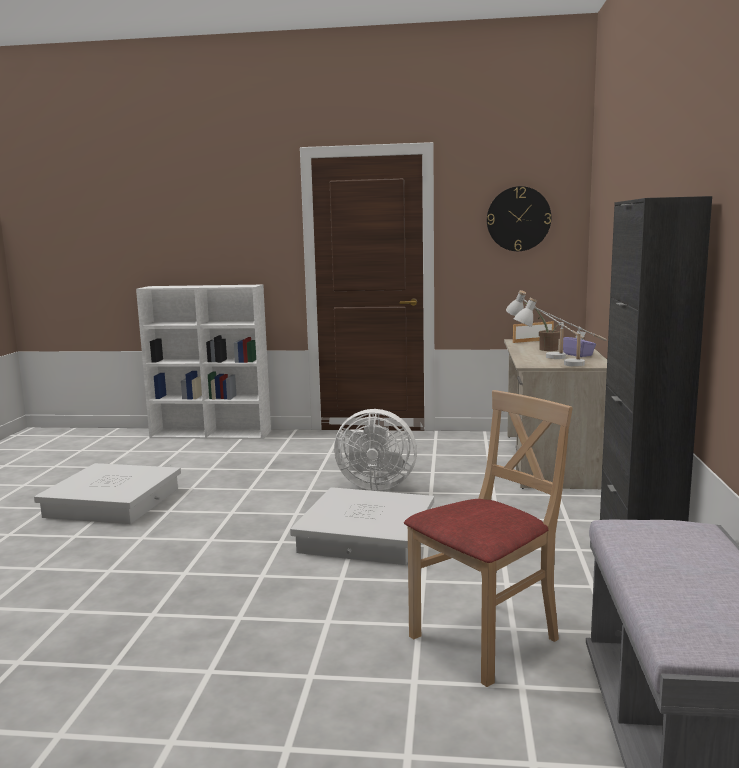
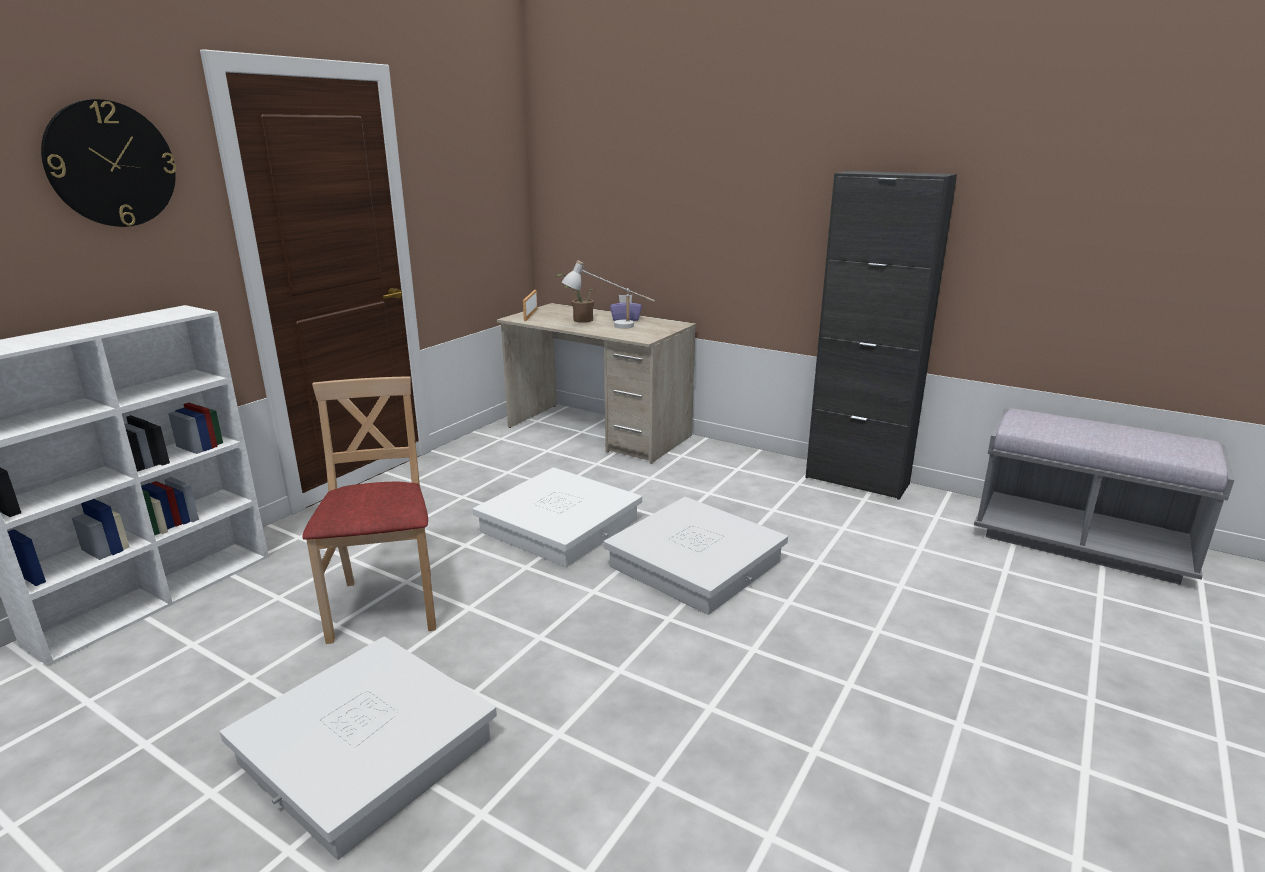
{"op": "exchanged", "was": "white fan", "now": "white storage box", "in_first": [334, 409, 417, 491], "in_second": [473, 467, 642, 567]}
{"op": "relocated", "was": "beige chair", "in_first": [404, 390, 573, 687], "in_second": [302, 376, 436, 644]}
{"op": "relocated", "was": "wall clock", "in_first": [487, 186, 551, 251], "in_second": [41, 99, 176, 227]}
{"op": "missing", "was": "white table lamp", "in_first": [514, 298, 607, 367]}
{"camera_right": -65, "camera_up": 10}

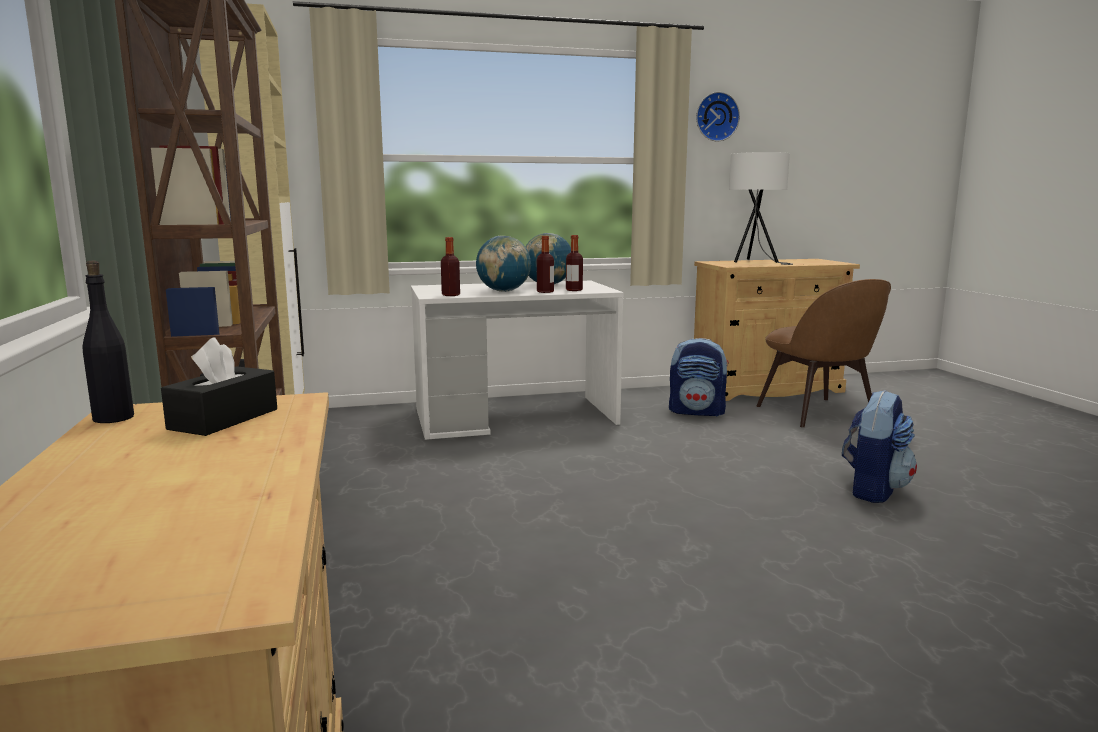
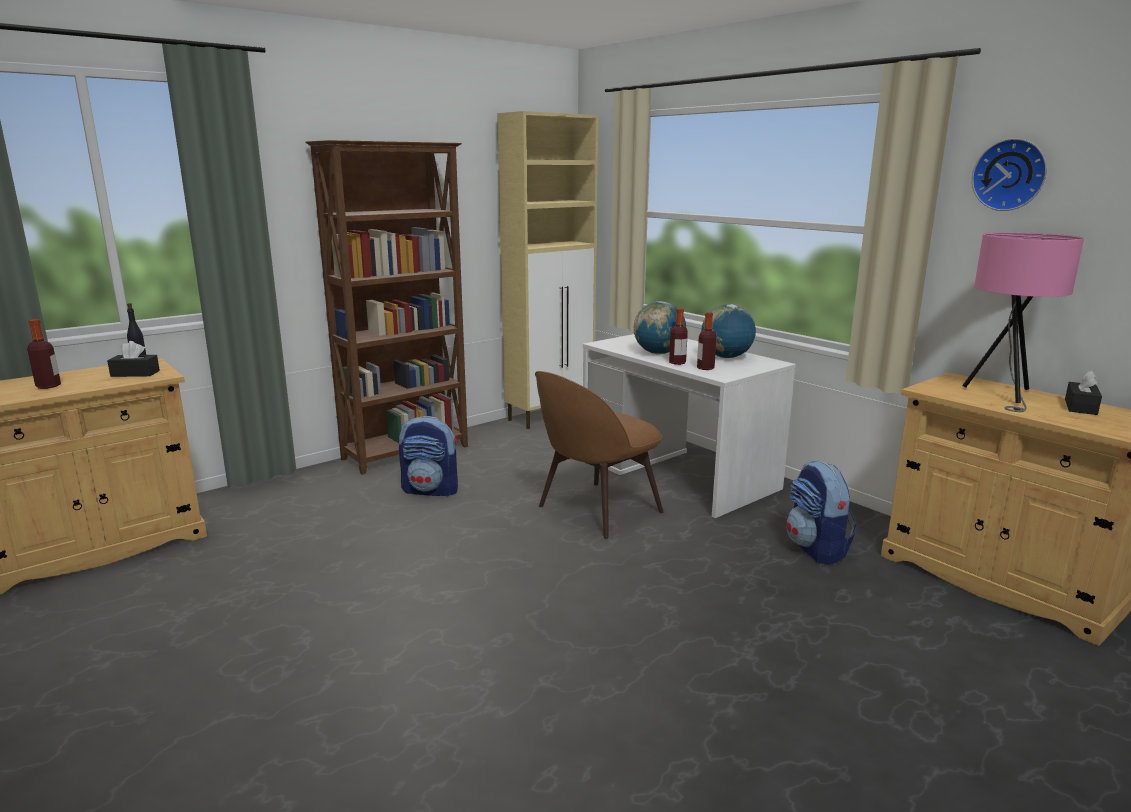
{"op": "relocated", "was": "bottle", "in_first": [441, 237, 460, 296], "in_second": [27, 319, 61, 389]}
{"op": "colour", "was": "white table lamp", "now": "pink table lamp", "in_first": [729, 152, 793, 265], "in_second": [962, 232, 1084, 412]}
{"op": "relocated", "was": "brown chair", "in_first": [756, 279, 891, 427], "in_second": [535, 371, 664, 539]}
{"op": "relocated", "was": "backpack", "in_first": [842, 390, 917, 503], "in_second": [399, 416, 458, 496]}
{"op": "appeared", "now": "black tissue box", "in_second": [1065, 371, 1102, 415]}
{"camera_right": 65, "camera_up": 5}

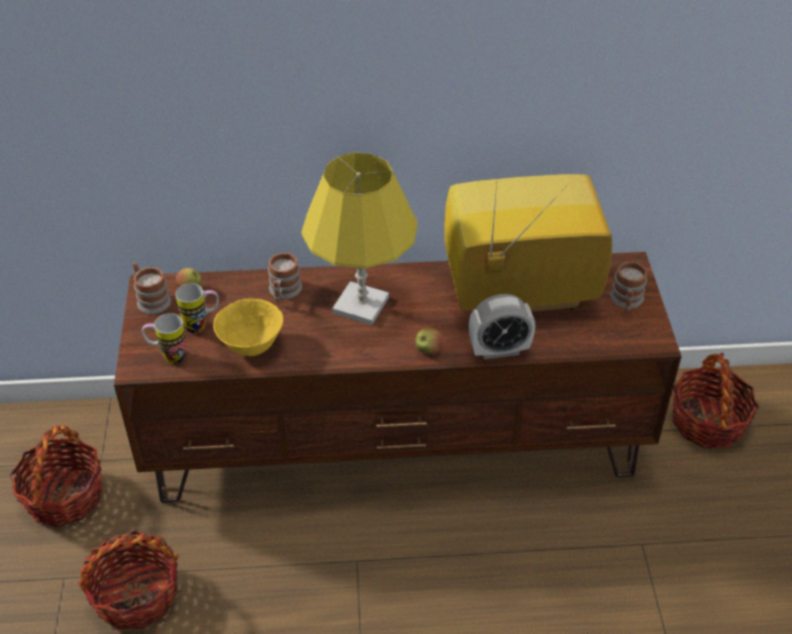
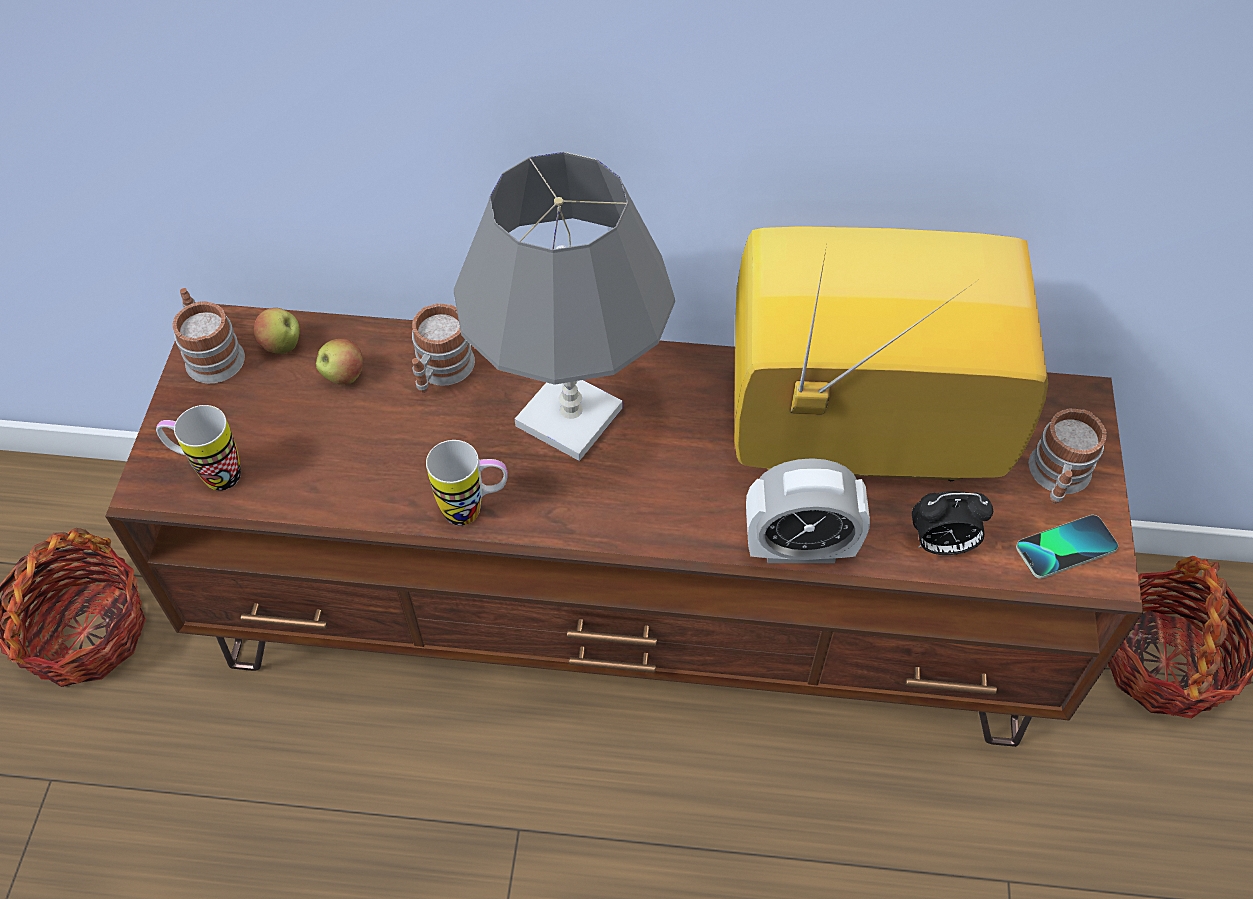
{"op": "missing", "was": "basket", "in_first": [78, 530, 179, 630]}
{"op": "relocated", "was": "mug", "in_first": [175, 283, 219, 333], "in_second": [426, 440, 508, 526]}
{"op": "missing", "was": "yellow bowl", "in_first": [213, 299, 283, 356]}
{"op": "colour", "was": "yellow table lamp", "now": "grey table lamp", "in_first": [301, 152, 418, 325], "in_second": [454, 152, 675, 461]}
{"op": "relocated", "was": "apple", "in_first": [415, 327, 443, 354], "in_second": [316, 339, 363, 385]}
{"op": "appeared", "now": "alarm clock", "in_second": [912, 491, 993, 555]}
{"op": "appeared", "now": "phone", "in_second": [1016, 515, 1118, 579]}
{"camera_right": 10, "camera_up": 10}

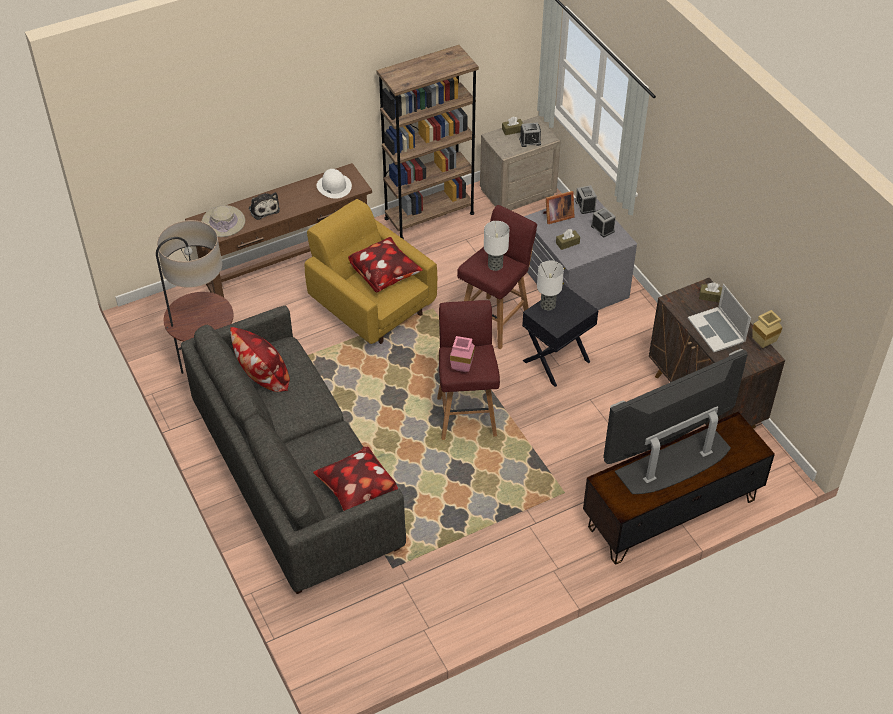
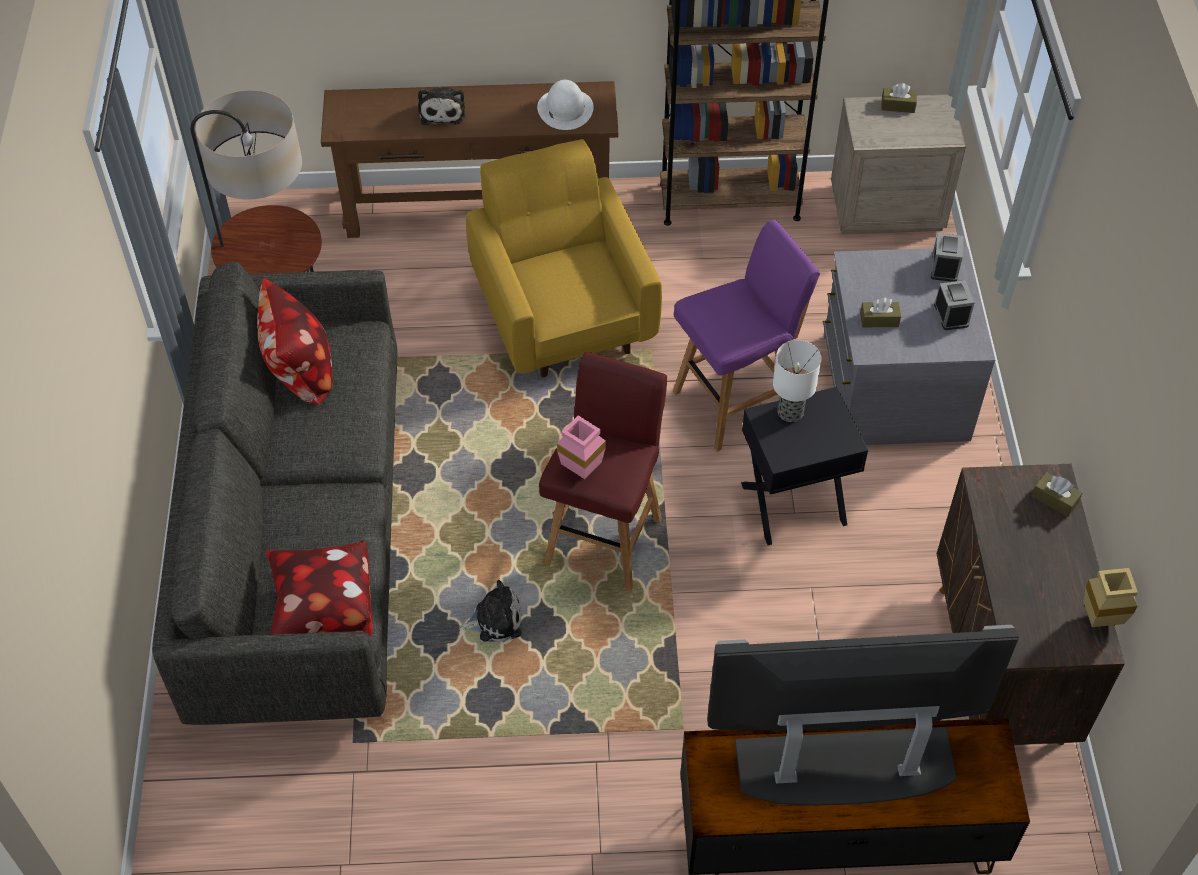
{"op": "missing", "was": "beige hat", "in_first": [202, 205, 245, 237]}
{"op": "missing", "was": "pillow", "in_first": [348, 237, 422, 293]}
{"op": "colour", "was": "red stool", "now": "purple stool", "in_first": [457, 205, 537, 349], "in_second": [673, 220, 820, 452]}
{"op": "missing", "was": "table lamp", "in_first": [484, 221, 509, 271]}
{"op": "missing", "was": "alarm clock", "in_first": [519, 122, 541, 147]}
{"op": "missing", "was": "picture frame", "in_first": [543, 191, 574, 224]}
{"op": "missing", "was": "laptop", "in_first": [688, 284, 751, 352]}
{"op": "appeared", "now": "plush toy", "in_second": [460, 580, 522, 642]}
{"camera_right": 25, "camera_up": 5}

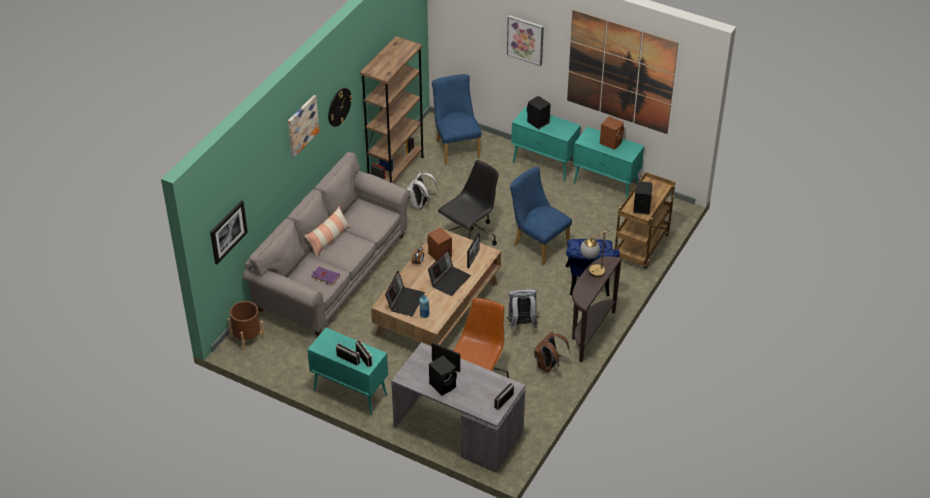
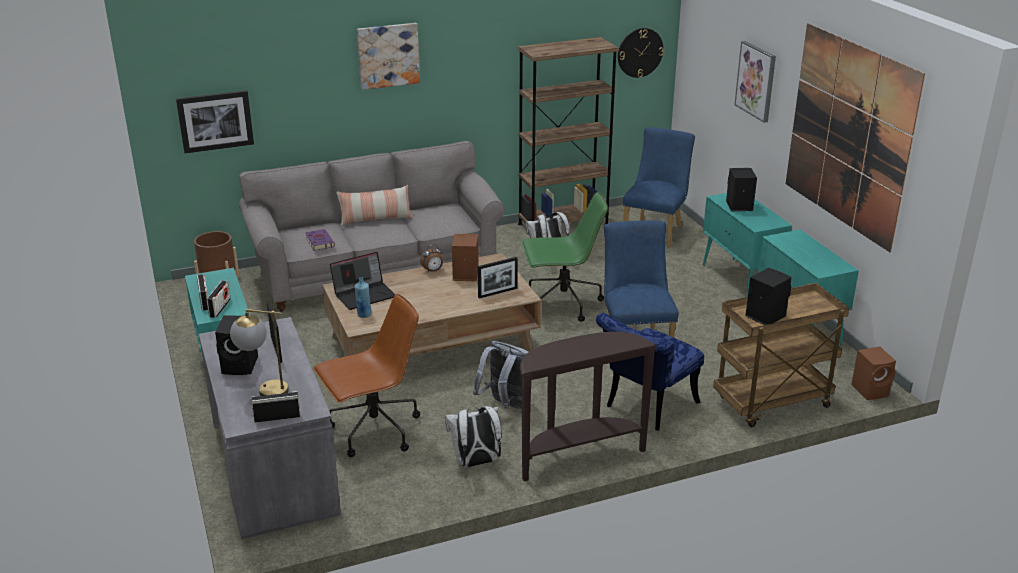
{"op": "relocated", "was": "wall clock", "in_first": [328, 88, 353, 127], "in_second": [618, 28, 664, 78]}
{"op": "missing", "was": "laptop", "in_first": [428, 249, 471, 296]}
{"op": "colour", "was": "black office chair", "now": "green office chair", "in_first": [438, 160, 499, 246], "in_second": [522, 192, 608, 322]}
{"op": "colour", "was": "brown backpack", "now": "white backpack", "in_first": [534, 331, 570, 372], "in_second": [445, 406, 502, 468]}
{"op": "relocated", "was": "table lamp", "in_first": [580, 231, 609, 277], "in_second": [230, 309, 289, 396]}
{"op": "relocated", "was": "brown speaker", "in_first": [600, 116, 624, 150], "in_second": [851, 346, 896, 400]}
{"camera_right": 40, "camera_up": -15}

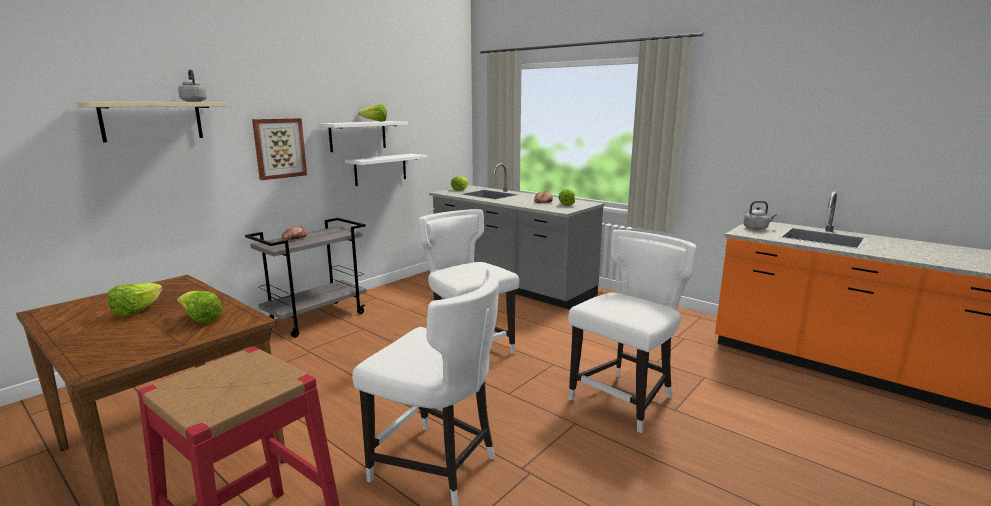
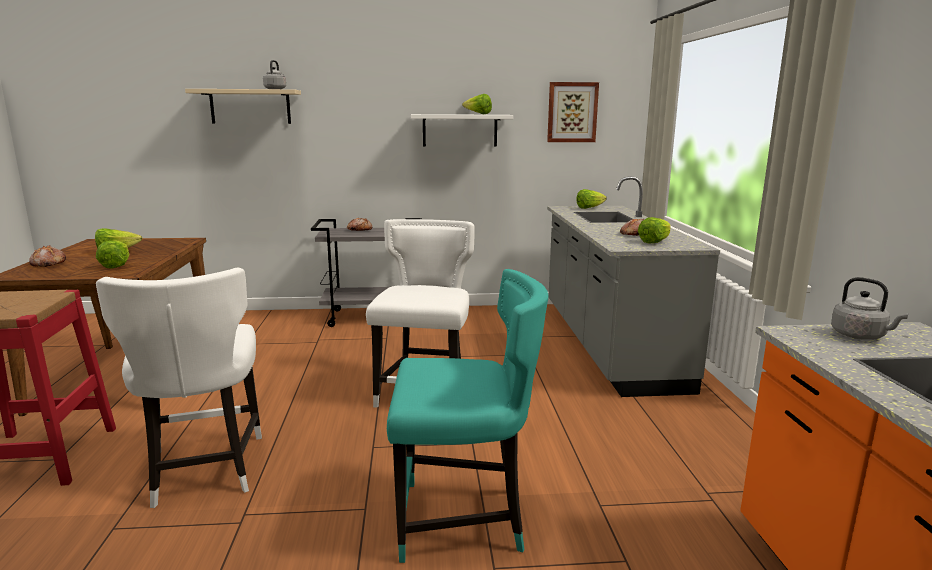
{"op": "relocated", "was": "picture", "in_first": [252, 118, 307, 180], "in_second": [547, 82, 599, 142]}
{"op": "missing", "was": "white shelf", "in_first": [345, 154, 428, 186]}
{"op": "colour", "was": "white chair", "now": "turquoise chair", "in_first": [568, 230, 697, 433], "in_second": [387, 269, 549, 563]}
{"op": "appeared", "now": "bread", "in_second": [29, 245, 66, 267]}
{"camera_right": 45, "camera_up": 0}

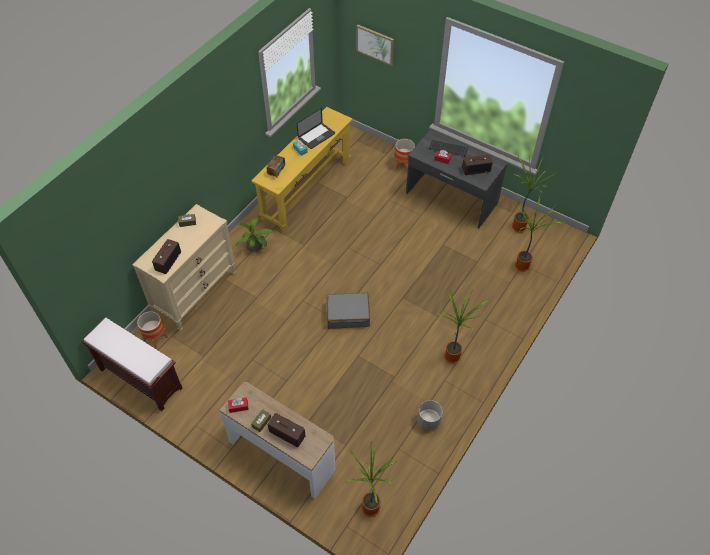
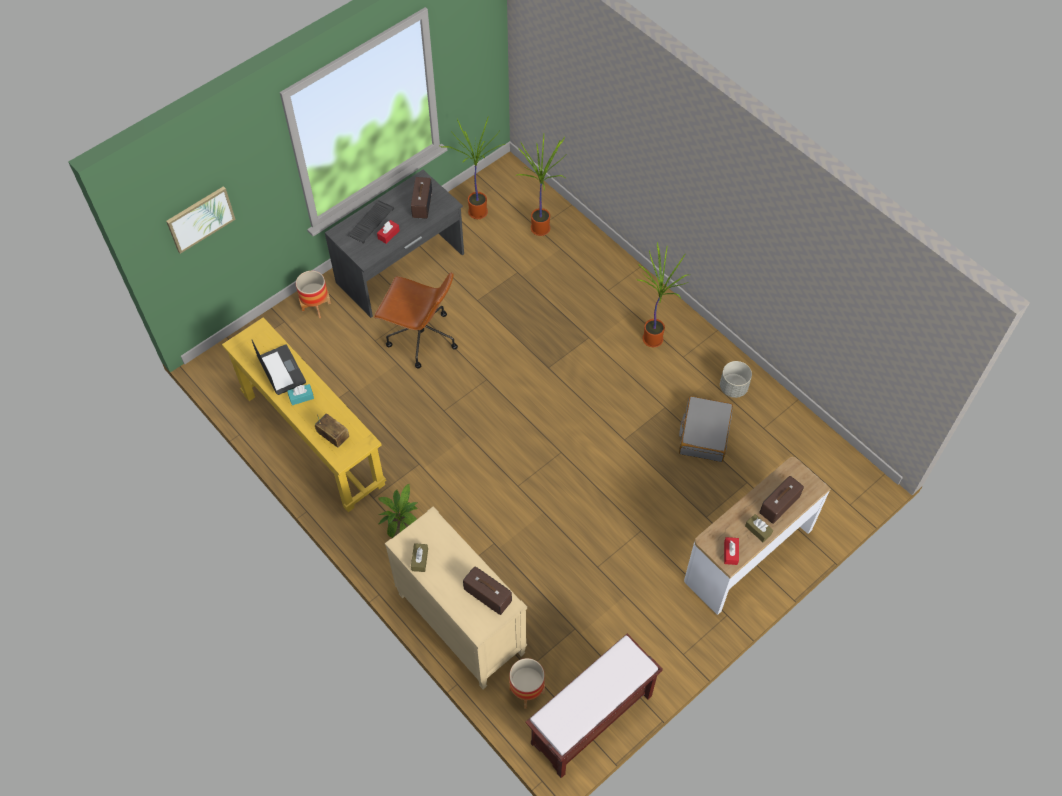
{"op": "relocated", "was": "grey suitcase", "in_first": [327, 293, 370, 329], "in_second": [679, 396, 733, 462]}
{"op": "missing", "was": "potted plant", "in_first": [346, 441, 397, 517]}
{"op": "appeared", "now": "brown office chair", "in_second": [374, 272, 458, 368]}
{"camera_right": -75, "camera_up": 5}

